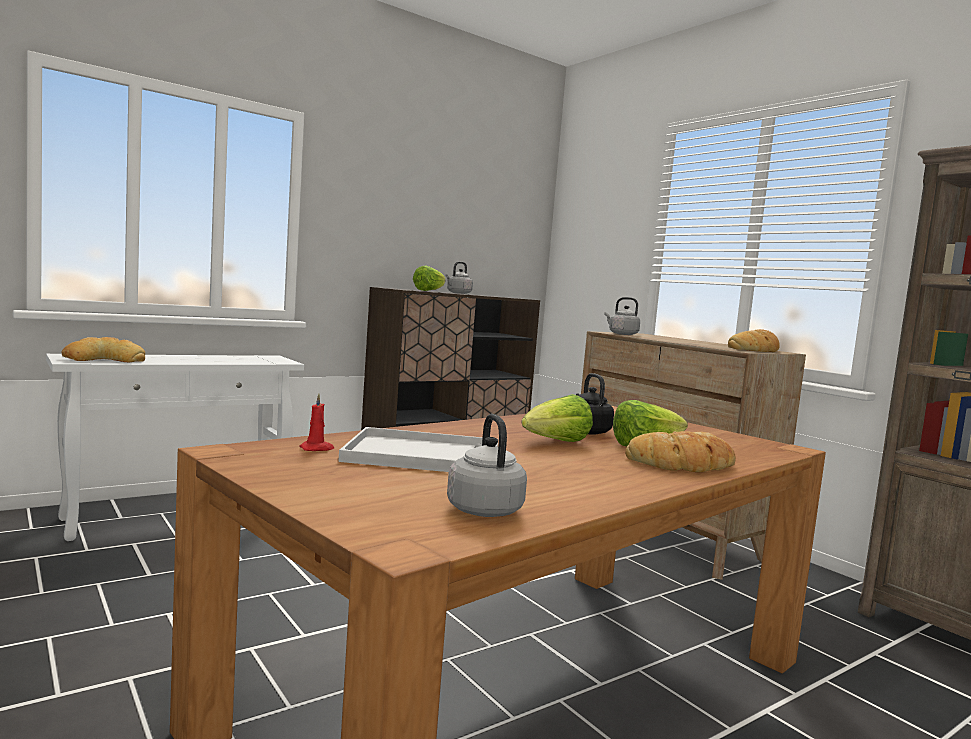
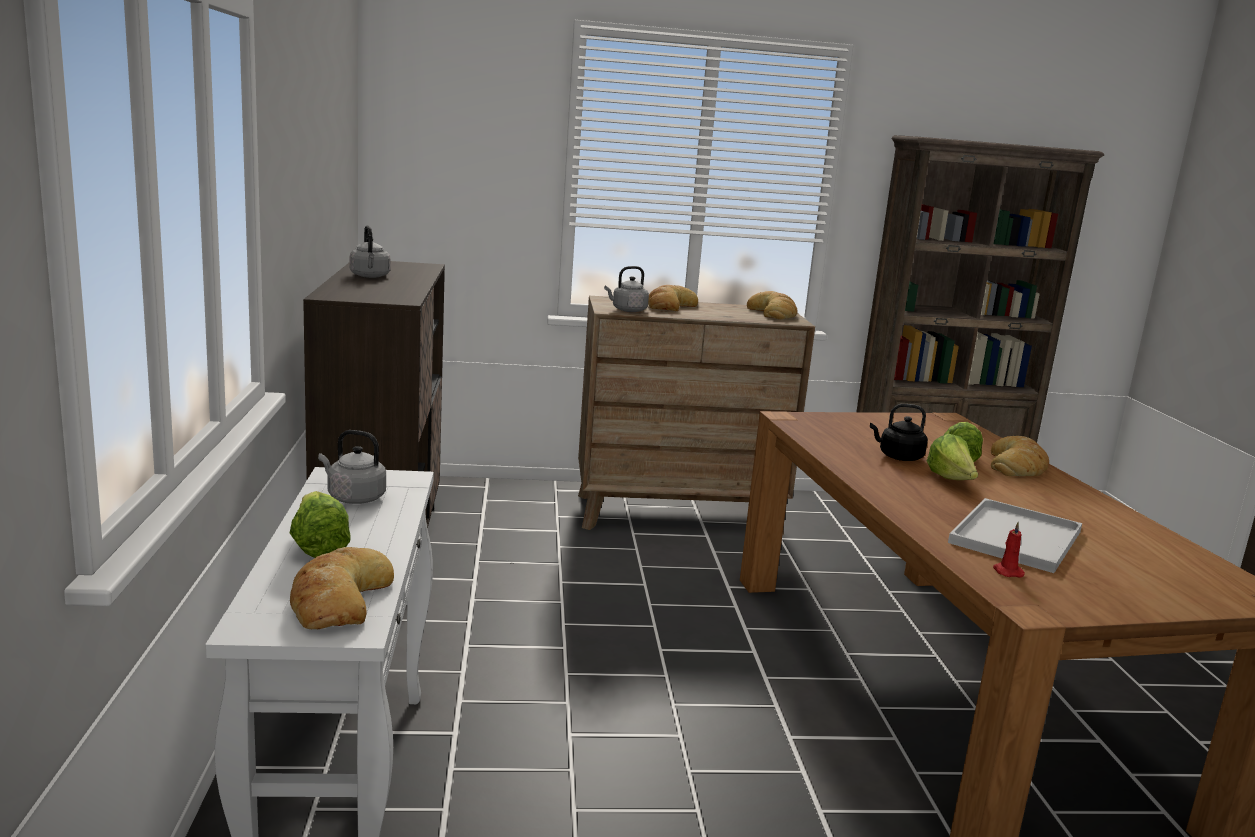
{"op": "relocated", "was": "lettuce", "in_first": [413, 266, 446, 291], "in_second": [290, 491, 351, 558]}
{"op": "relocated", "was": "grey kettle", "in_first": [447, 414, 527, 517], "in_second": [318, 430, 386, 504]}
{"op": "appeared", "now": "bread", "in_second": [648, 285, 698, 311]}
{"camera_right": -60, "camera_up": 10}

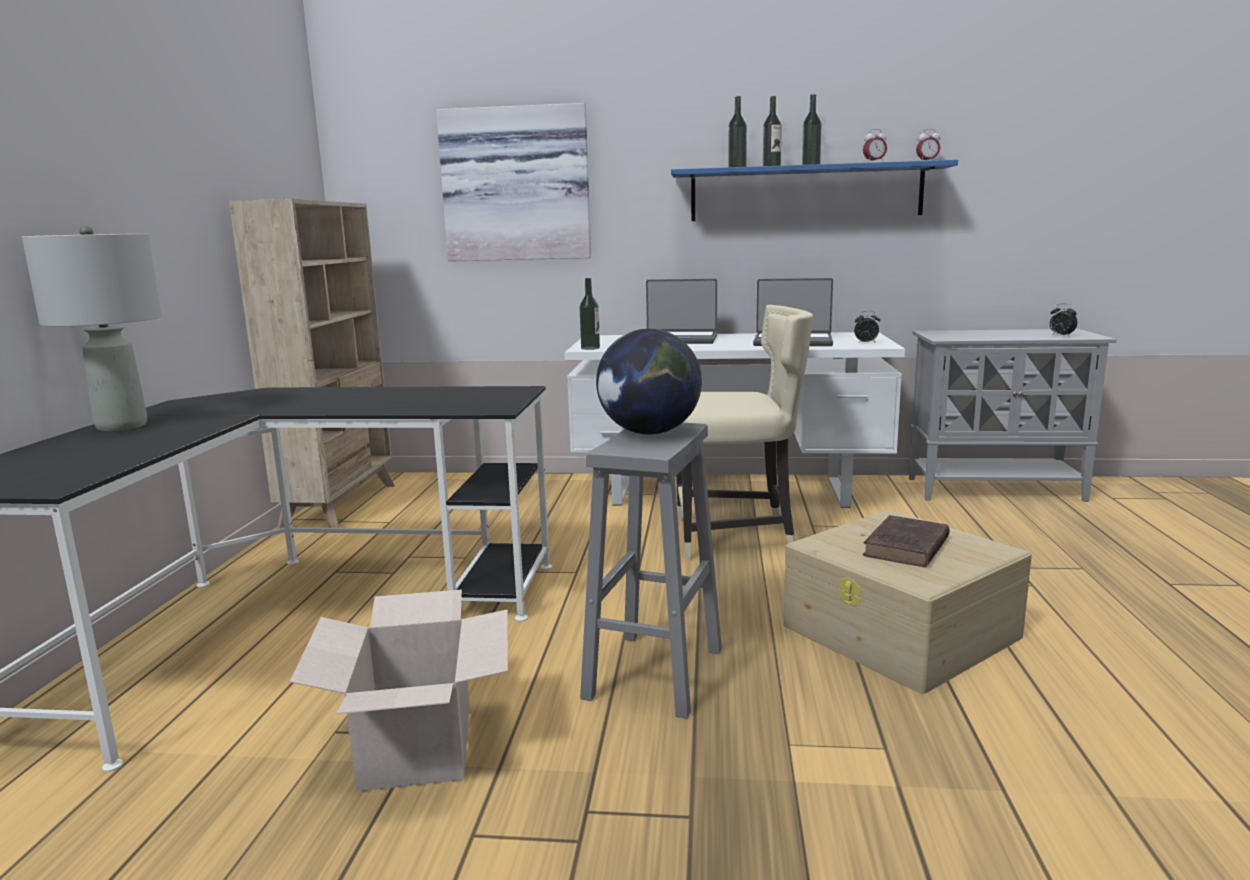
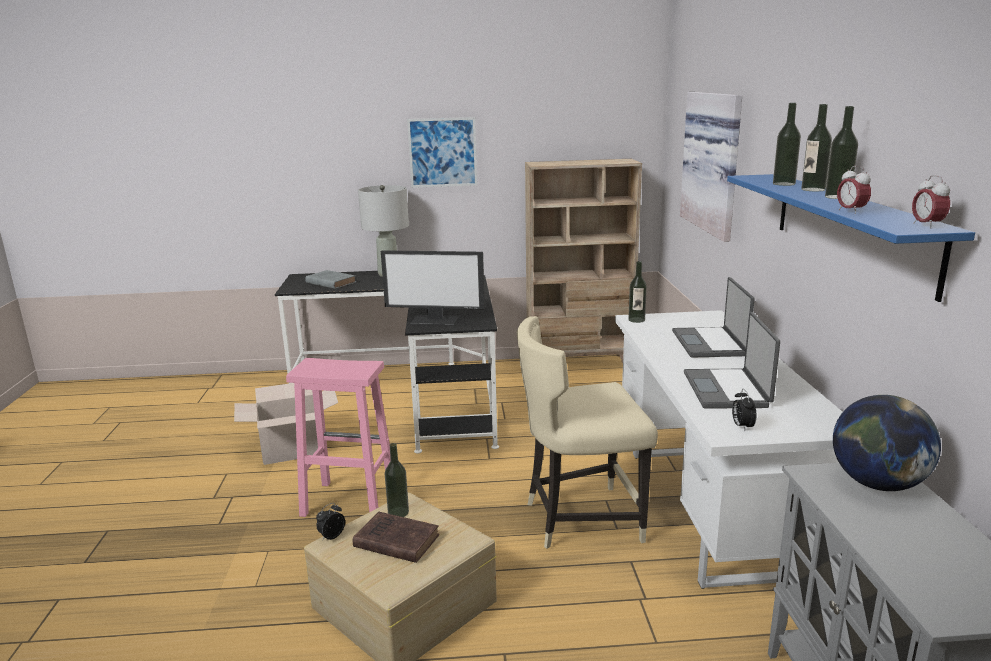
{"op": "colour", "was": "grey stool", "now": "pink stool", "in_first": [580, 423, 722, 719], "in_second": [286, 358, 391, 517]}
{"op": "relocated", "was": "globe", "in_first": [596, 329, 702, 435], "in_second": [833, 395, 941, 491]}
{"op": "spun", "was": "beige chair", "in_first": [676, 305, 813, 560], "in_second": [517, 316, 658, 549], "clockwise": 90}
{"op": "relocated", "was": "alarm clock", "in_first": [1050, 304, 1078, 337], "in_second": [316, 503, 345, 540]}
{"op": "appeared", "now": "grey book", "in_second": [305, 270, 356, 289]}
{"op": "appeared", "now": "monitor", "in_second": [381, 250, 485, 325]}
{"op": "appeared", "now": "bottle", "in_second": [385, 443, 409, 517]}
{"op": "appeared", "now": "picture", "in_second": [407, 117, 477, 188]}
{"camera_right": 80, "camera_up": 5}

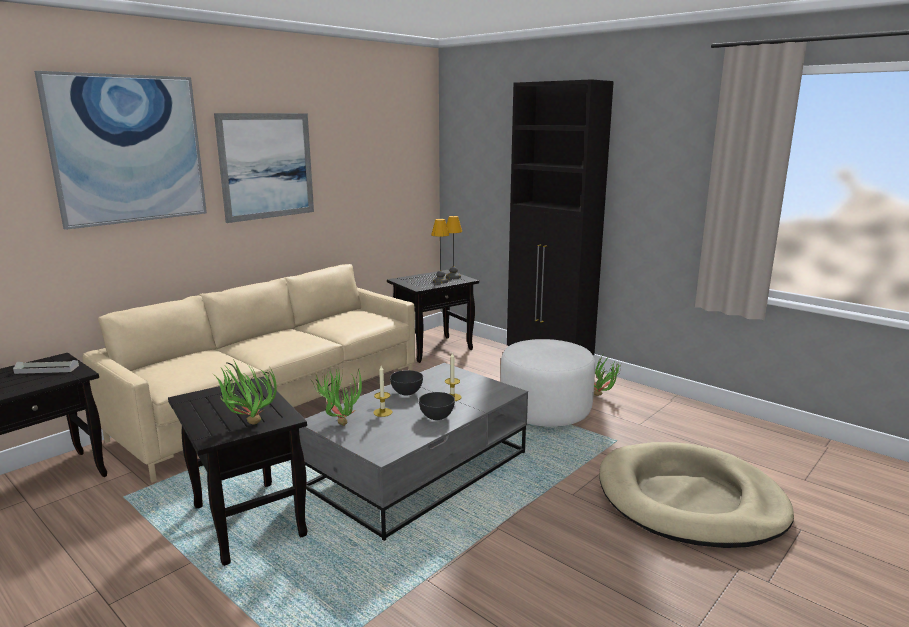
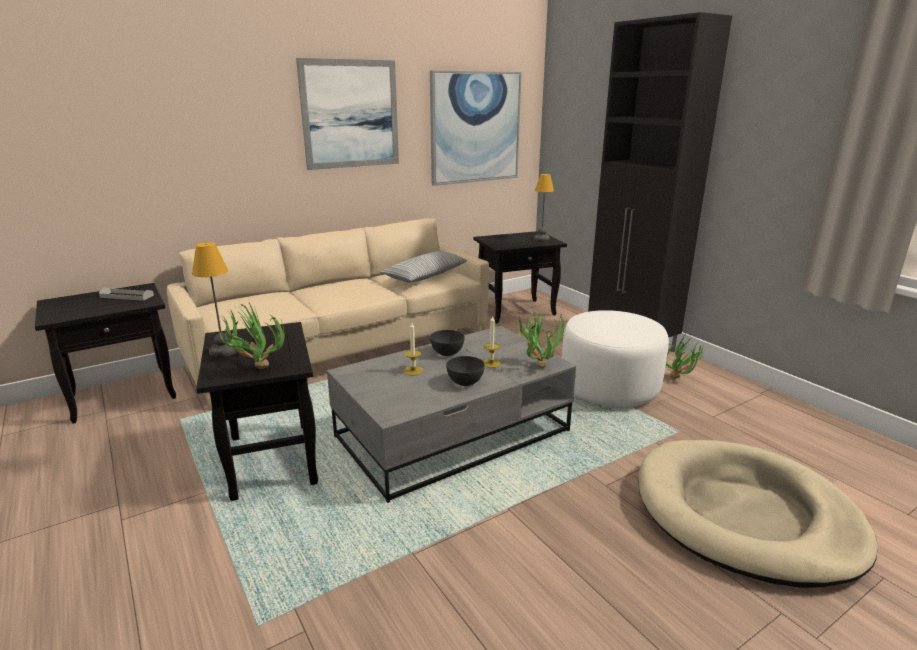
{"op": "relocated", "was": "picture", "in_first": [34, 71, 207, 230], "in_second": [430, 70, 522, 186]}
{"op": "relocated", "was": "potted plant", "in_first": [313, 368, 365, 426], "in_second": [515, 309, 567, 369]}
{"op": "relocated", "was": "table lamp", "in_first": [431, 219, 449, 284], "in_second": [192, 242, 237, 357]}
{"op": "appeared", "now": "pillow", "in_second": [380, 251, 467, 283]}
{"camera_right": 15, "camera_up": 5}

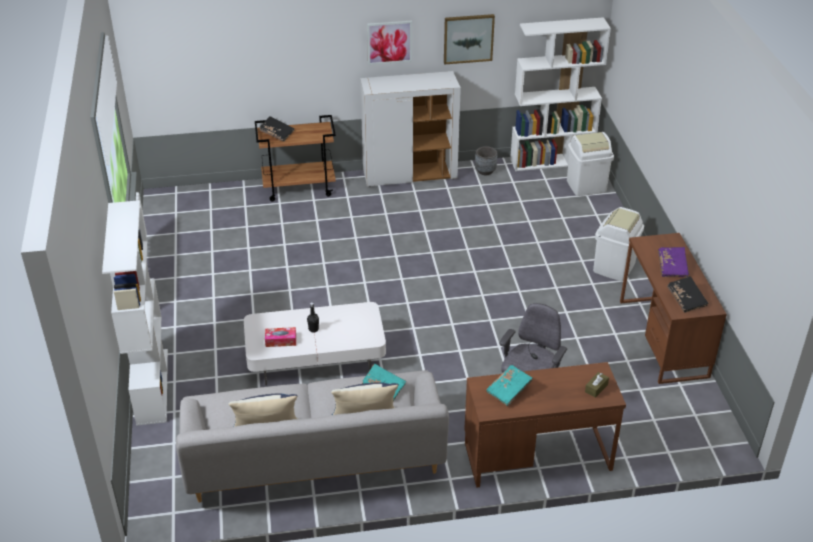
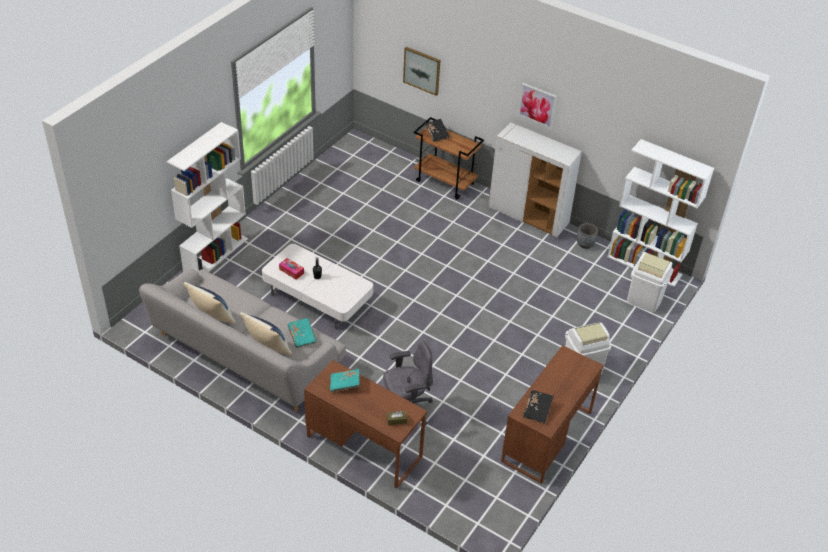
{"op": "relocated", "was": "picture", "in_first": [444, 14, 495, 65], "in_second": [403, 47, 441, 96]}
{"op": "missing", "was": "purple book", "in_first": [658, 247, 689, 277]}
{"camera_right": 40, "camera_up": 5}

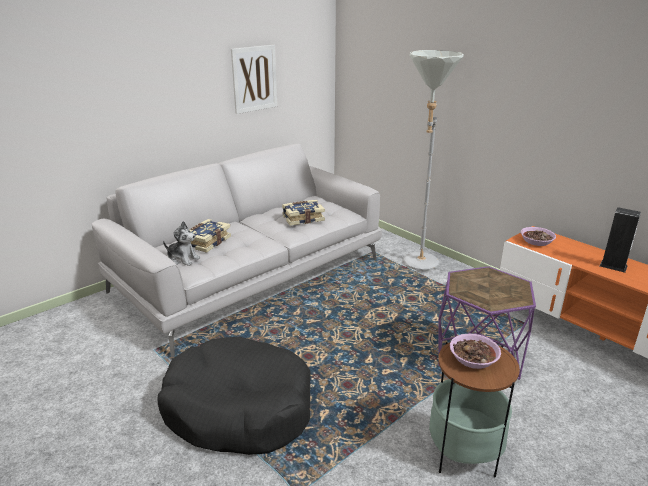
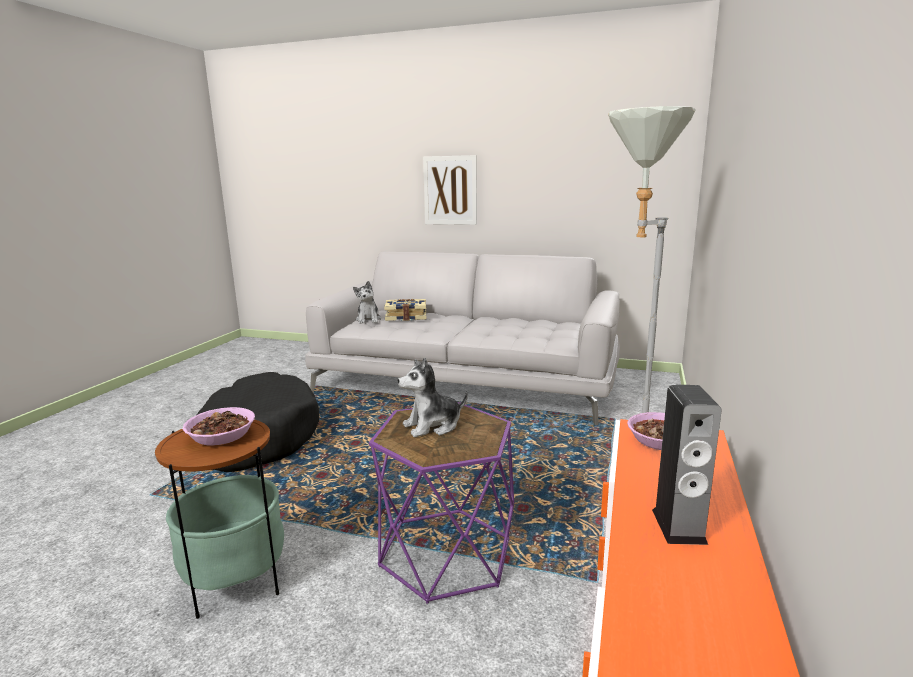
{"op": "relocated", "was": "picture", "in_first": [231, 45, 277, 114], "in_second": [423, 155, 477, 225]}
{"op": "missing", "was": "book", "in_first": [282, 200, 325, 226]}
{"op": "appeared", "now": "plush toy", "in_second": [398, 357, 468, 437]}
{"camera_right": 60, "camera_up": -10}

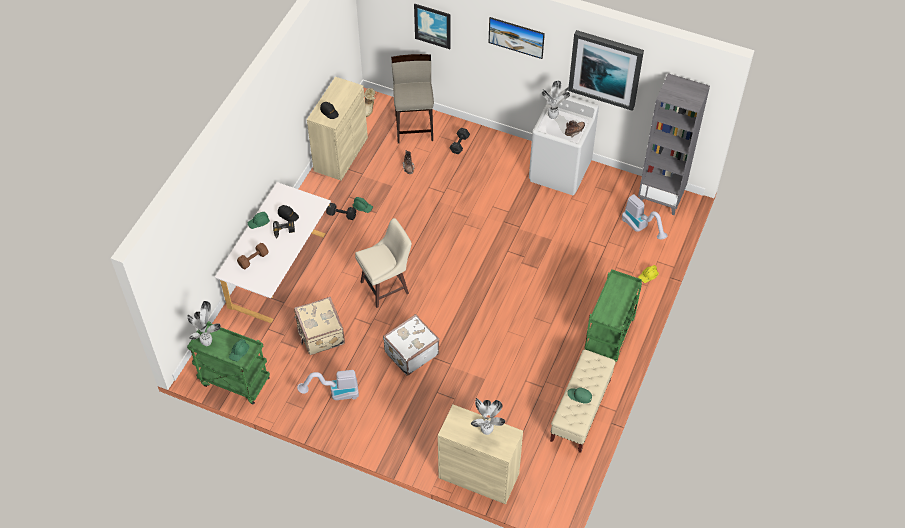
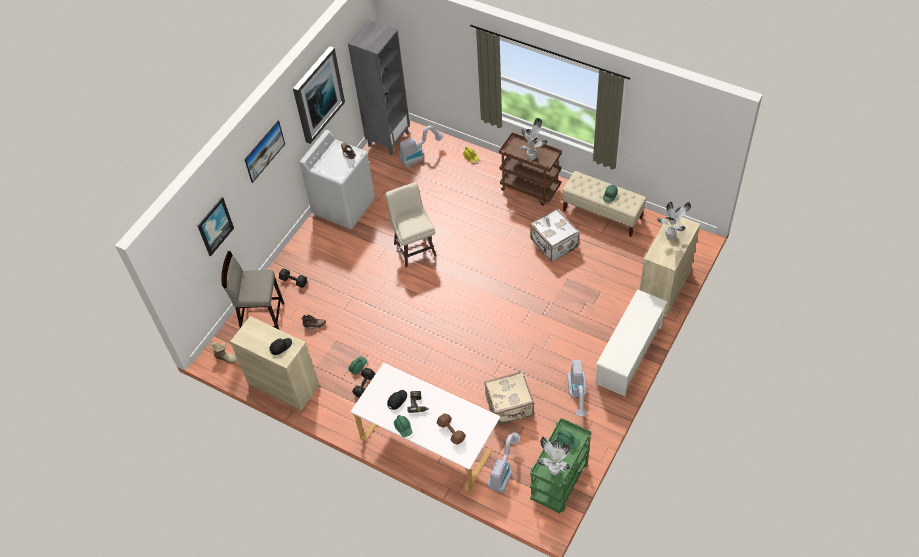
{"op": "relocated", "was": "beige stool", "in_first": [355, 218, 412, 308], "in_second": [385, 182, 436, 267]}
{"op": "relocated", "was": "white suitcase", "in_first": [383, 314, 439, 376], "in_second": [530, 208, 579, 262]}
{"op": "relocated", "was": "potted plant", "in_first": [542, 80, 570, 119], "in_second": [520, 118, 547, 160]}
{"op": "colour", "was": "green cart", "now": "brown cart", "in_first": [585, 269, 642, 362], "in_second": [499, 132, 562, 206]}
{"op": "appeared", "now": "vacuum cleaner", "in_second": [487, 432, 520, 493]}
{"op": "appeared", "now": "white shoe rack", "in_second": [595, 289, 668, 396]}
{"camera_right": -80, "camera_up": 0}

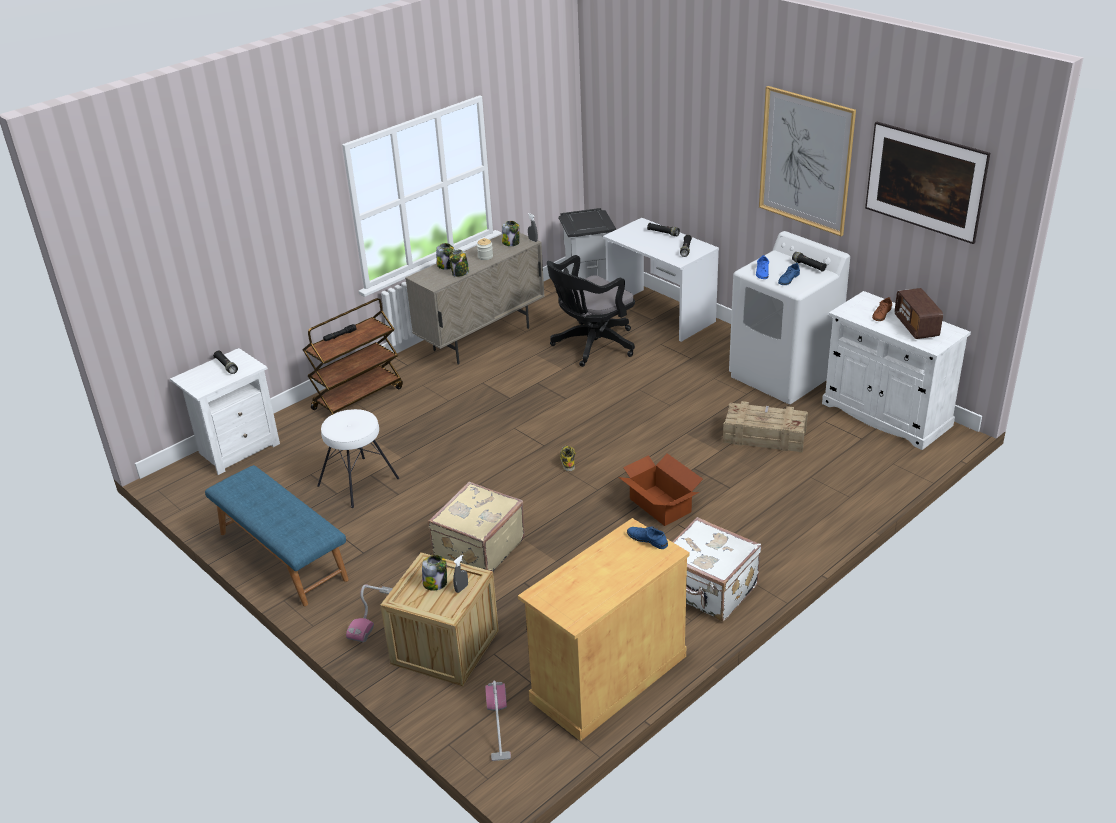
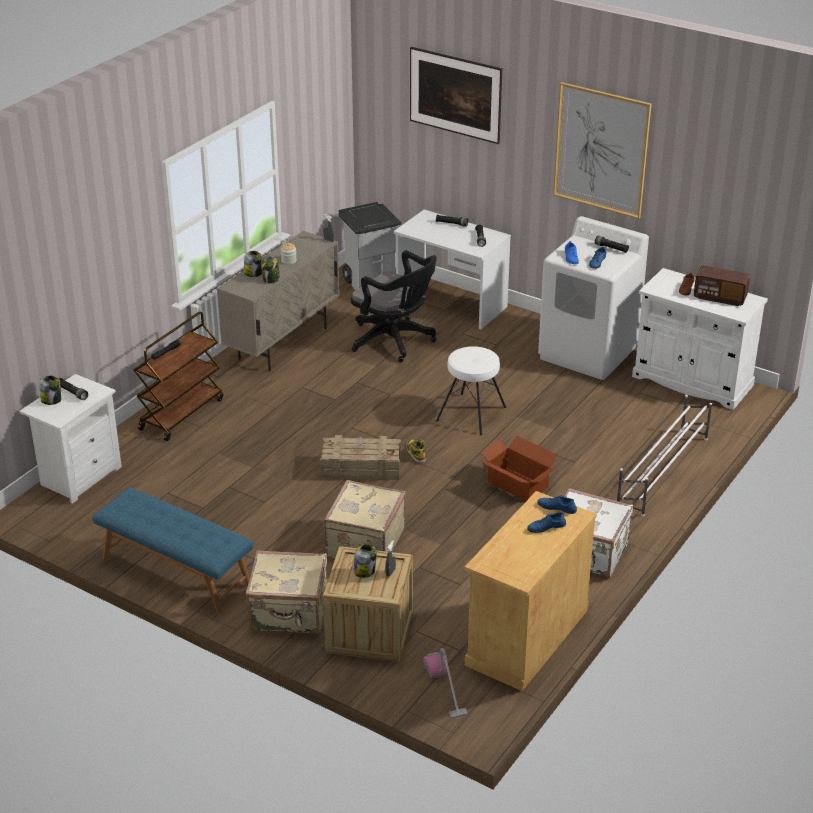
{"op": "relocated", "was": "white stool", "in_first": [317, 409, 399, 508], "in_second": [436, 346, 506, 435]}
{"op": "exchanged", "was": "vacuum cleaner", "now": "beige suitcase", "in_first": [346, 584, 393, 642], "in_second": [246, 550, 327, 634]}
{"op": "relocated", "was": "jar", "in_first": [502, 221, 519, 246], "in_second": [39, 376, 61, 405]}
{"op": "spun", "was": "black office chair", "in_first": [547, 255, 635, 367], "in_second": [351, 250, 437, 362], "clockwise": -90}
{"op": "relocated", "was": "crate", "in_first": [723, 401, 808, 453], "in_second": [320, 435, 401, 480]}
{"op": "relocated", "was": "picture", "in_first": [865, 122, 990, 244], "in_second": [410, 47, 503, 144]}
{"op": "spun", "was": "radio", "in_first": [895, 288, 943, 339], "in_second": [694, 265, 750, 306], "clockwise": -45}
{"op": "appeared", "now": "blue shoe", "in_second": [527, 512, 566, 533]}
{"op": "appeared", "now": "white shoe rack", "in_second": [617, 395, 712, 517]}
{"camera_right": -15, "camera_up": 0}

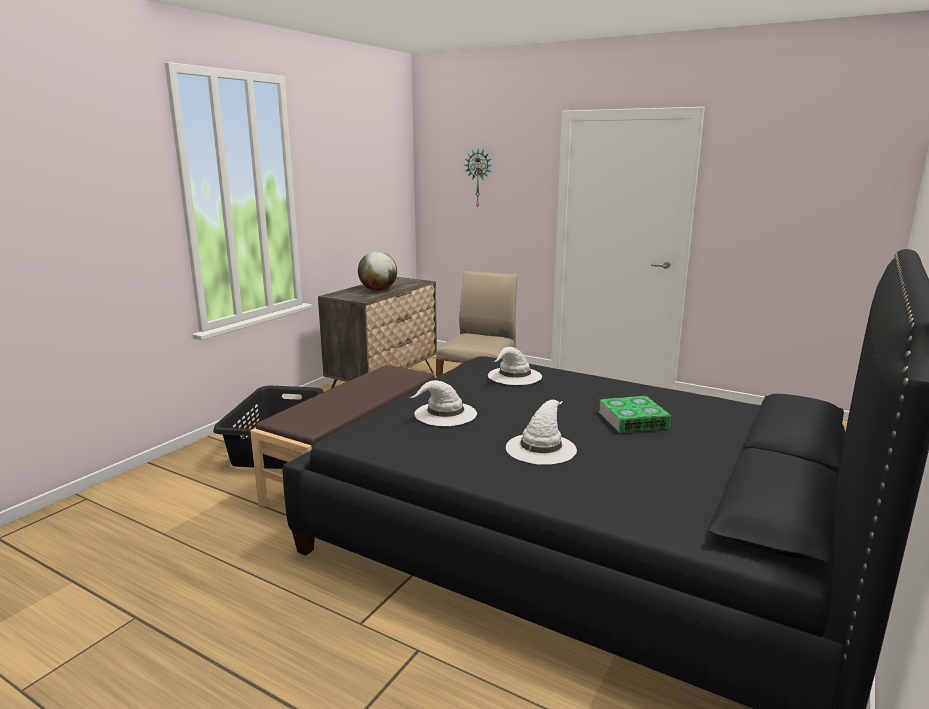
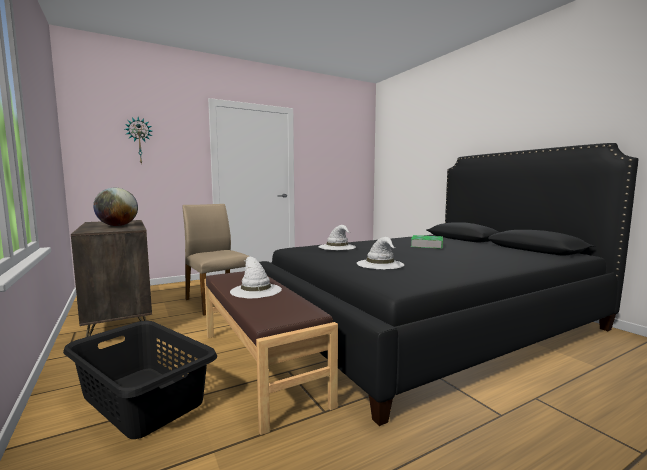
{"op": "relocated", "was": "white hat", "in_first": [506, 400, 577, 465], "in_second": [230, 257, 282, 298]}
{"camera_right": -60, "camera_up": -10}

